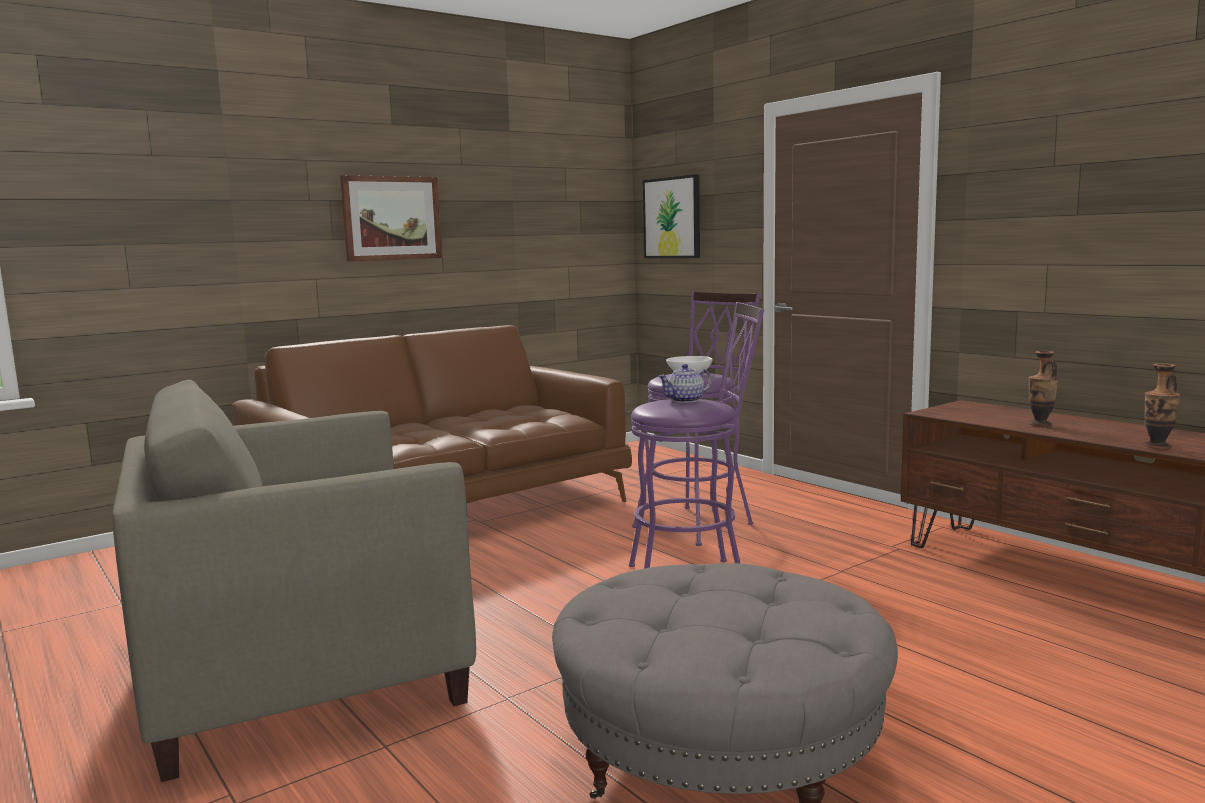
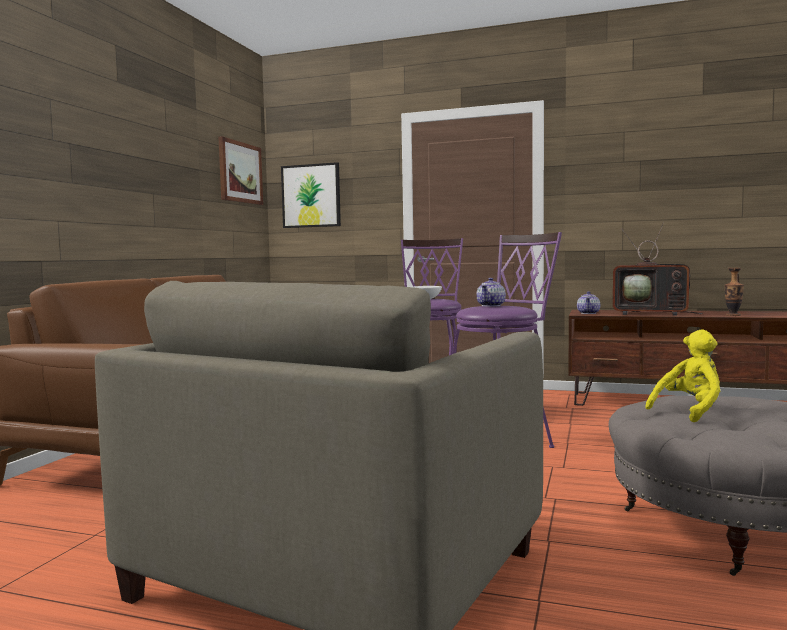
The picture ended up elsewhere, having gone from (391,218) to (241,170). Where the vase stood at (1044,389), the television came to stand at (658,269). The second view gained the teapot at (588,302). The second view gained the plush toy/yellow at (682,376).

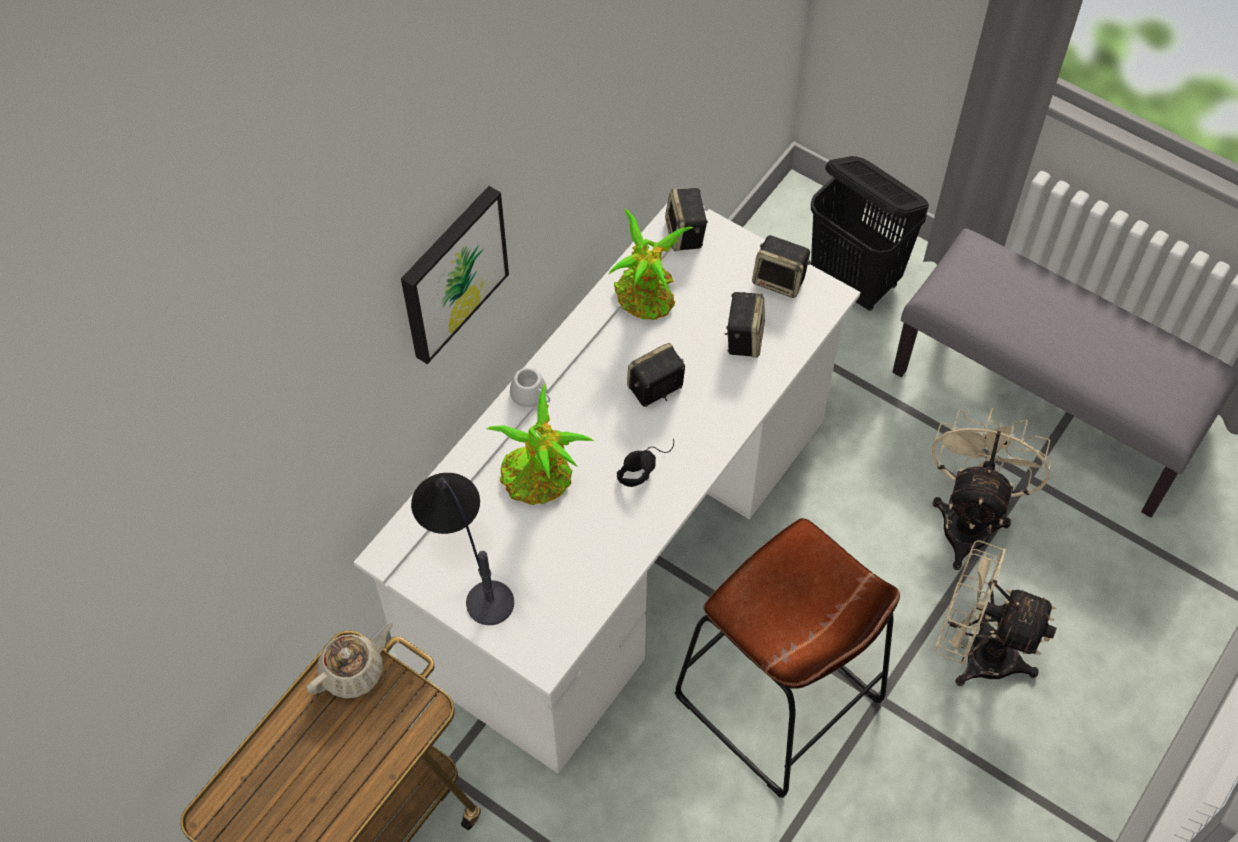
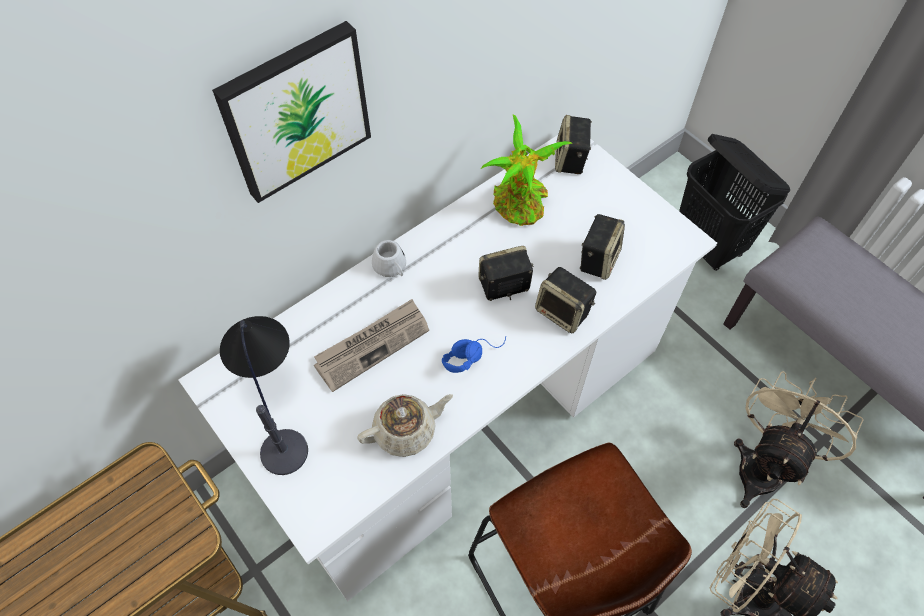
The teapot/beige ended up elsewhere, having gone from (349,661) to (405,425). Where the potted plant stood at (540,444), the newspaper came to stand at (371,345). What was the headphones/black at (645,462) turned into the headphones/blue at (474,354). The speaker ended up elsewhere, having gone from (781,266) to (565,300).

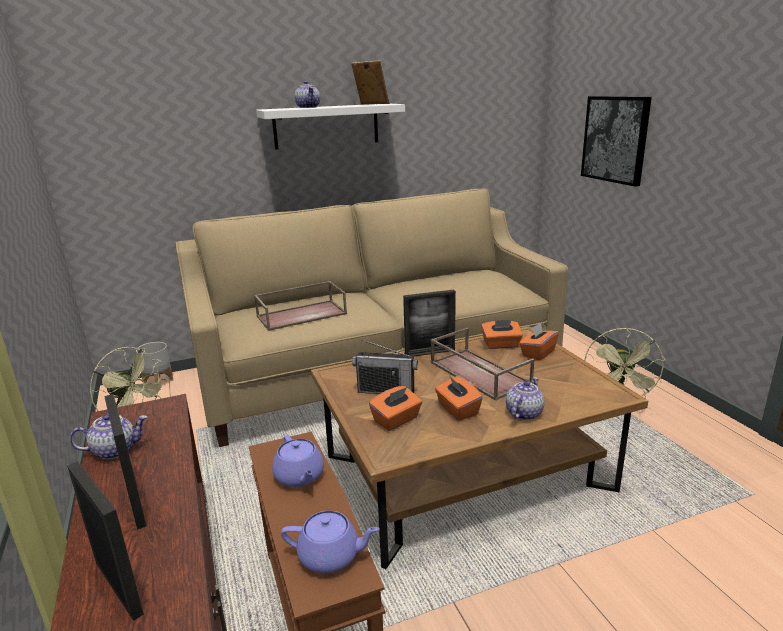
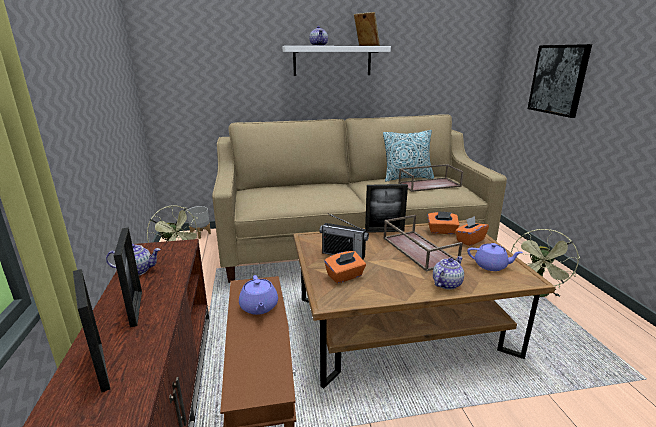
The tray/brown ended up elsewhere, having gone from (300,306) to (431,178). The teapot/purple ended up elsewhere, having gone from (330,542) to (495,257). The second view lost the tissue box/orange at (459,398). The second view gained the pillow at (408,156).

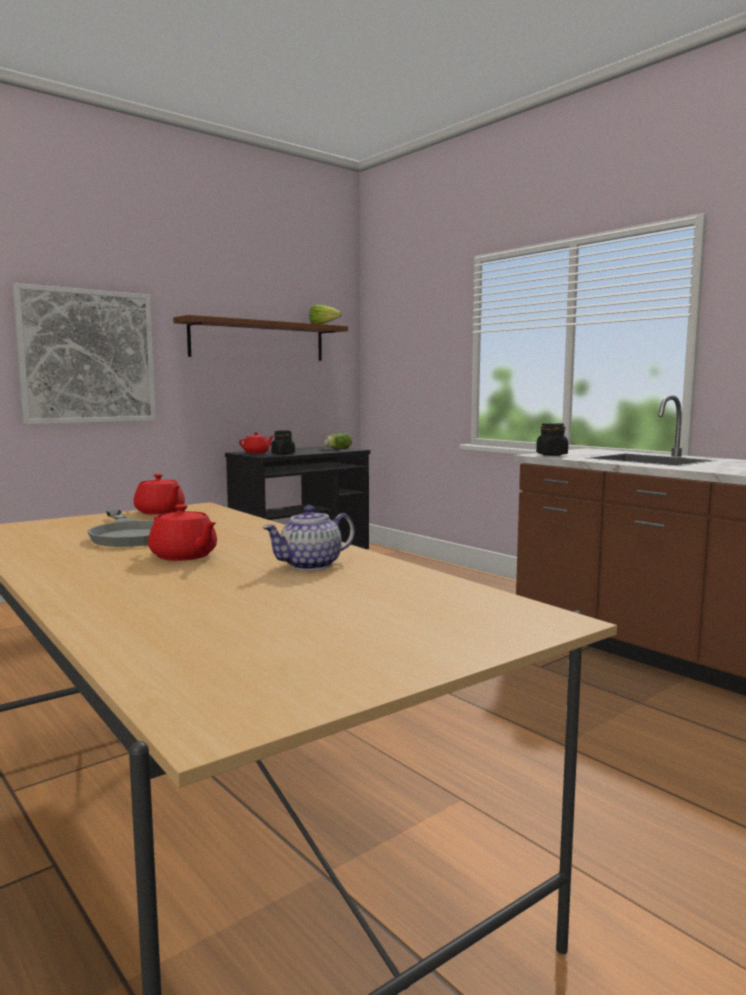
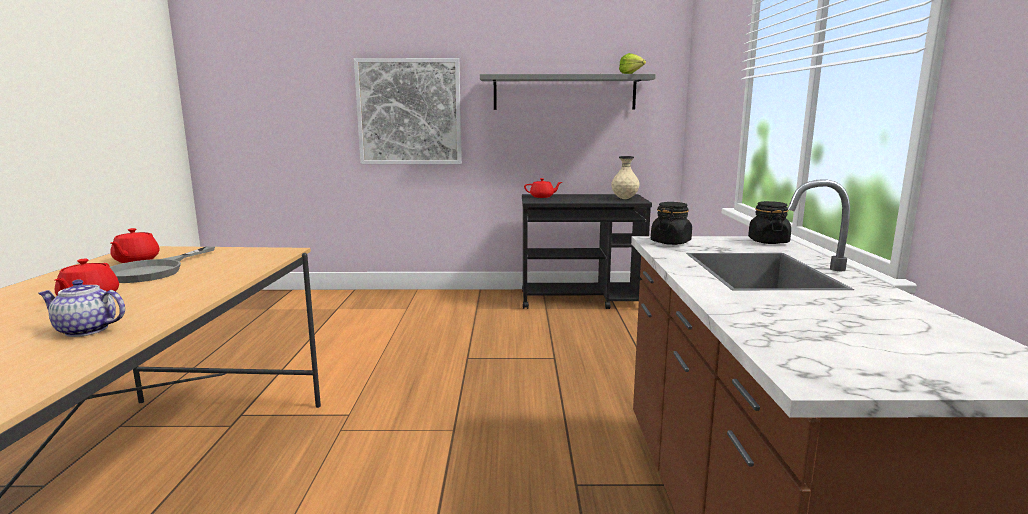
The teapot/red ended up elsewhere, having gone from (159,494) to (135,245). What was the shelf/brown at (260,338) turned into the shelf/grey at (568,92). The jar/black ended up elsewhere, having gone from (283,442) to (769,222). Where the lettuce stood at (338,441), the vase/beige came to stand at (625,177).

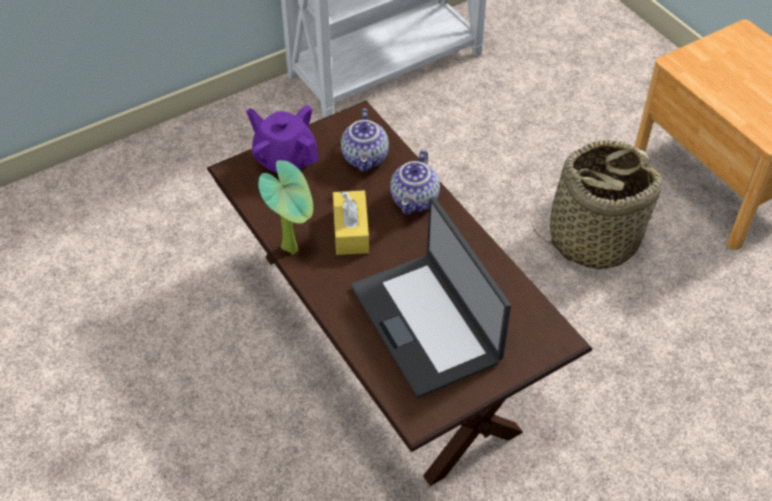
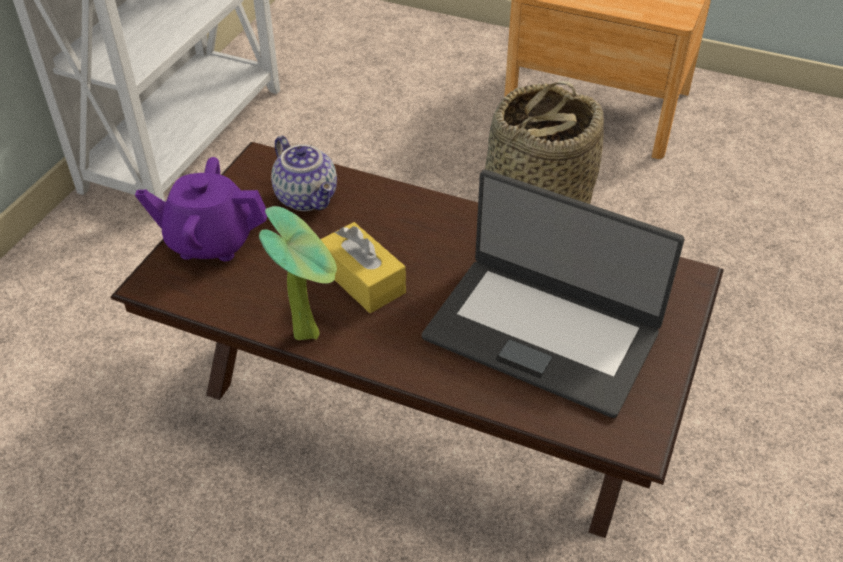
The second view lost the teapot at (415,182).

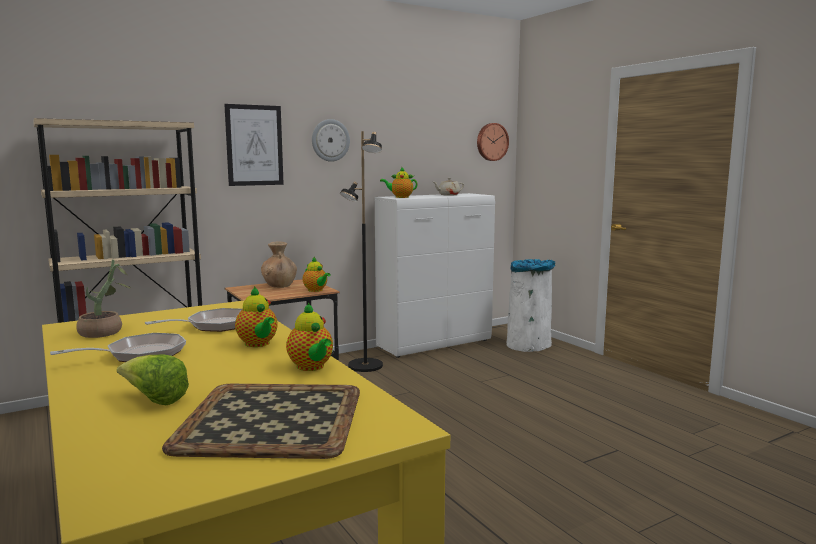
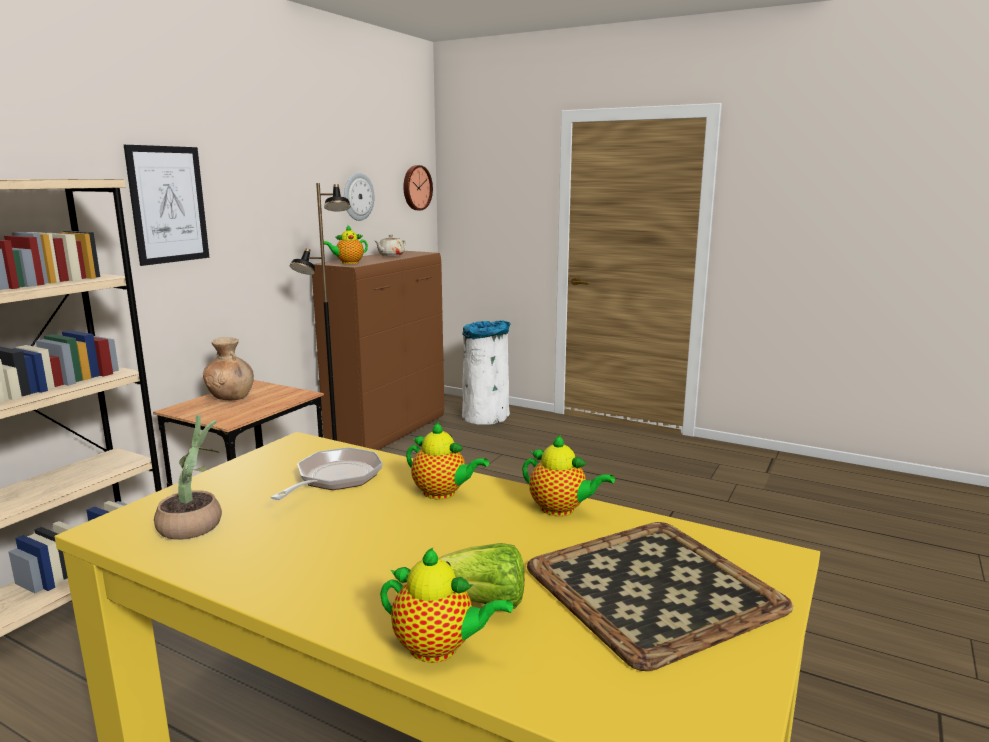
The second view lost the frying pan at (118,347). The teapot ended up elsewhere, having gone from (317,274) to (446,605). The wall clock ended up elsewhere, having gone from (331,140) to (359,197). What was the cabinet/white at (435,275) turned into the cabinet/brown at (378,350).

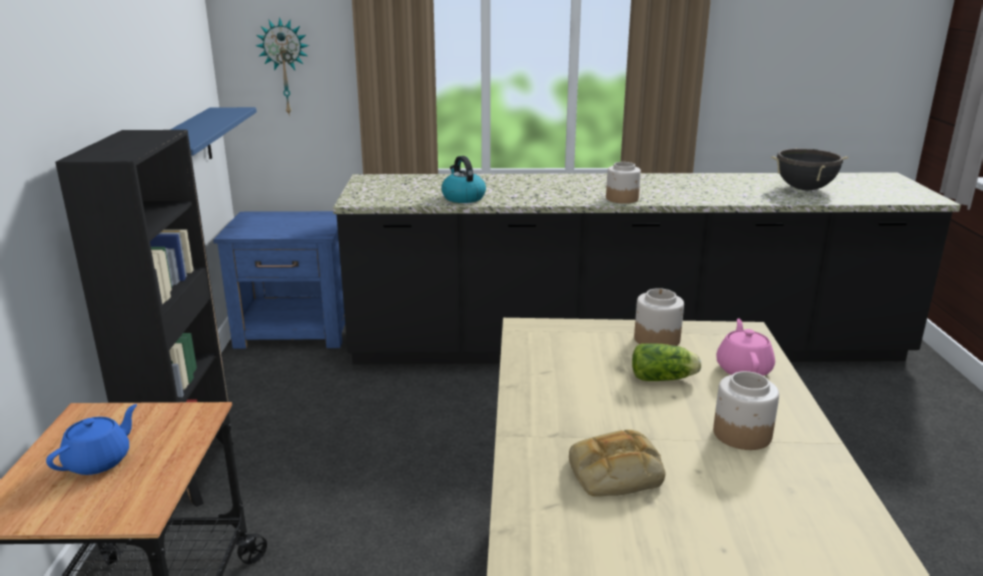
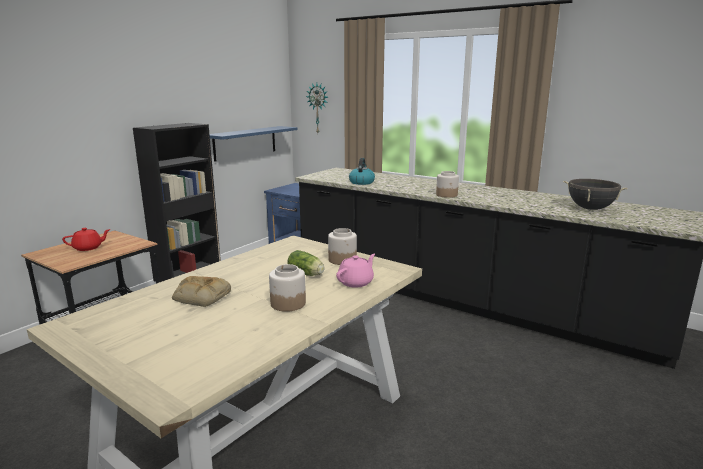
What was the teapot/blue at (91,439) turned into the teapot/red at (86,239).

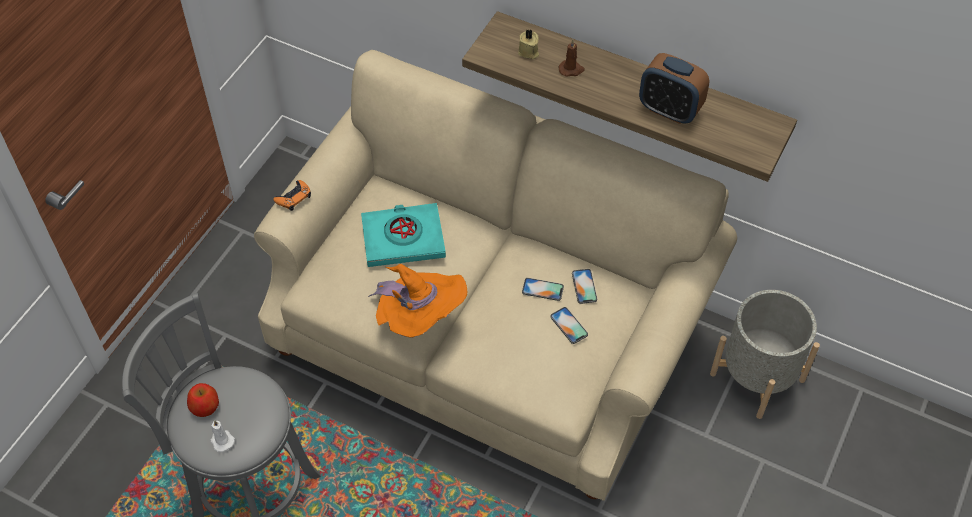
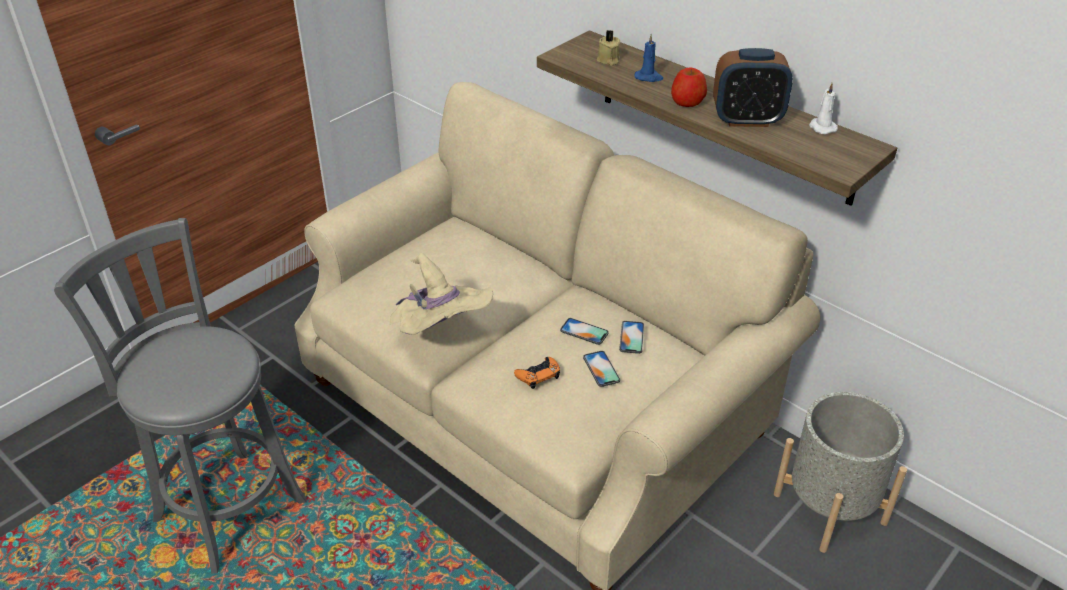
The apple ended up elsewhere, having gone from (203,400) to (689,87). The candle/white ended up elsewhere, having gone from (222,436) to (823,108). The game controller/orange ended up elsewhere, having gone from (292,195) to (537,373). The second view lost the book/turquoise at (403,235). What was the hat/orange at (417,301) turned into the hat/beige at (441,294). What was the candle/brown at (572,58) turned into the candle/blue at (649,58). The alarm clock at (674,88) ended up facing another way, 45 degrees counterclockwise from before.

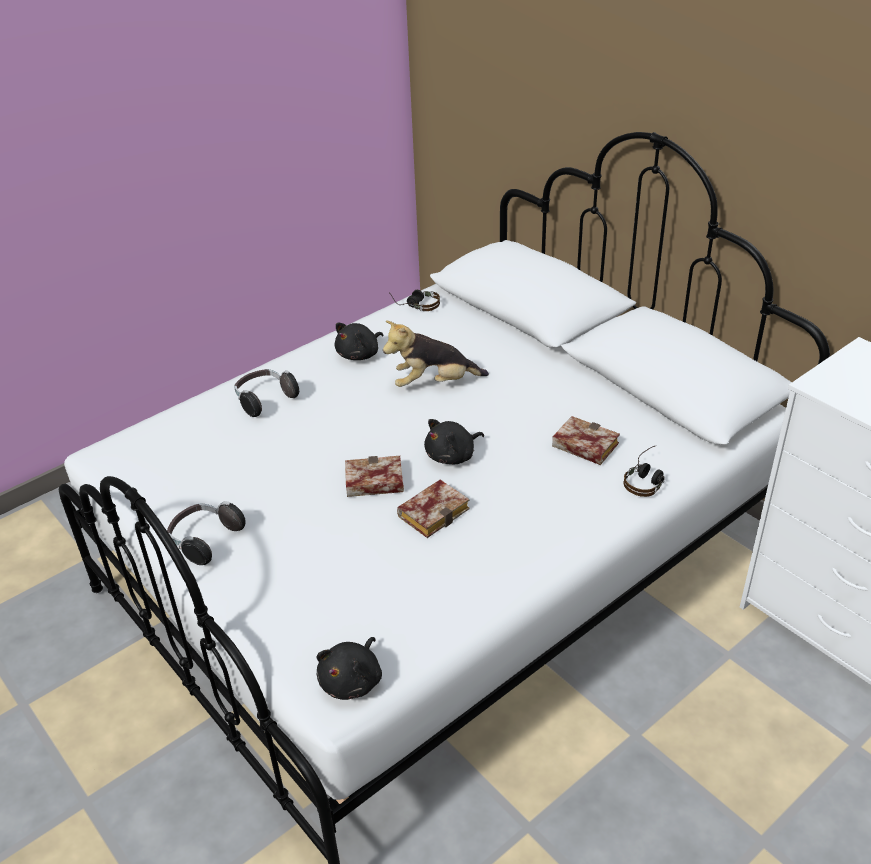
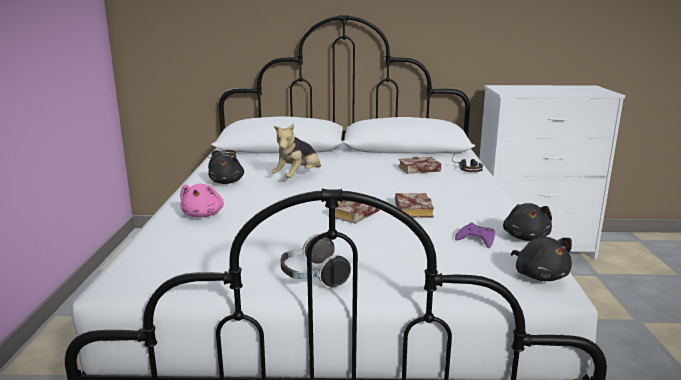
Where the headphones stood at (266,393), the plush toy/pink came to stand at (202,201). The plush toy/black ended up elsewhere, having gone from (454,441) to (527,222). The second view gained the game controller/purple at (475,235).

